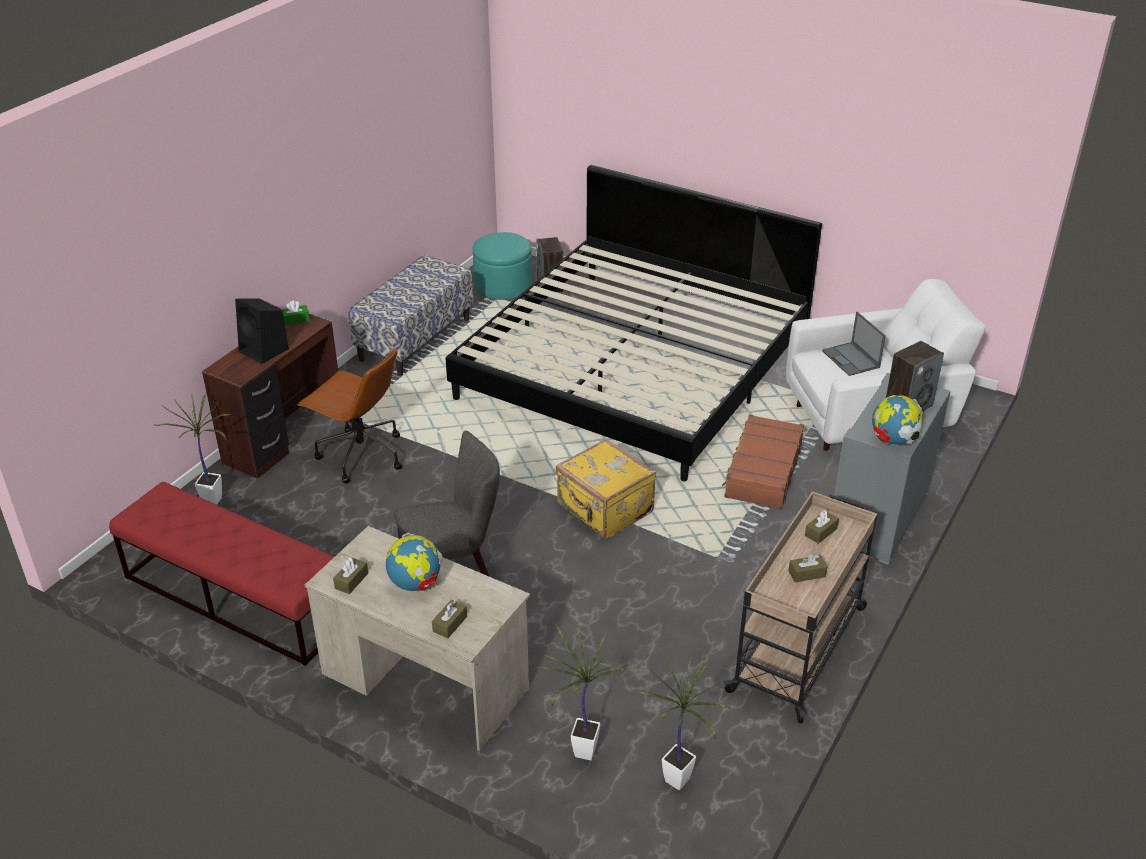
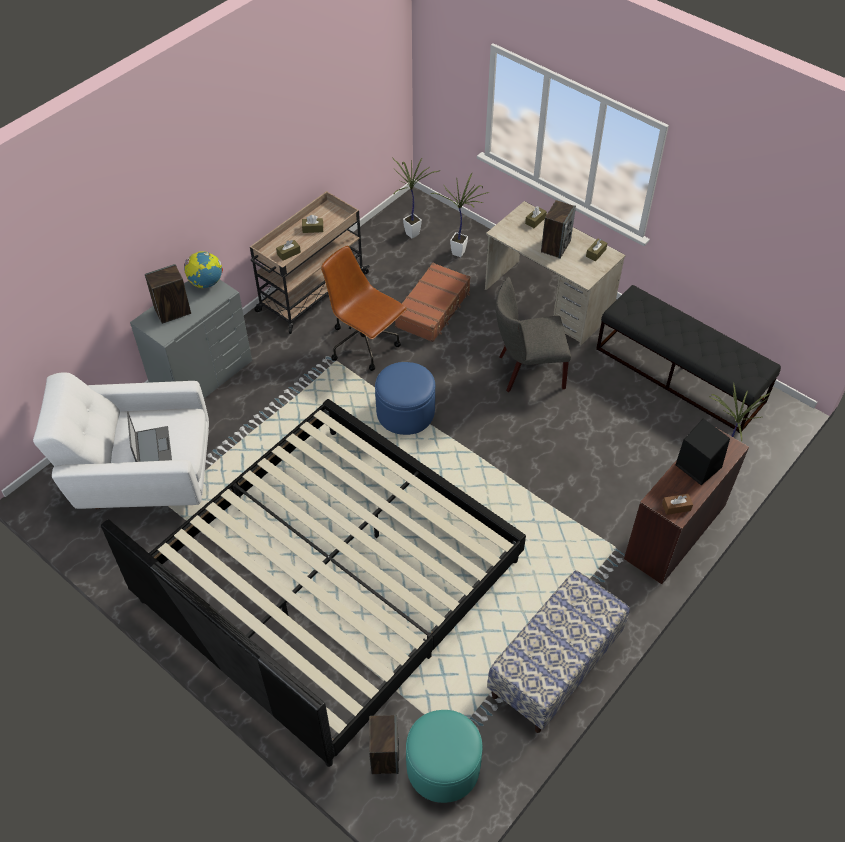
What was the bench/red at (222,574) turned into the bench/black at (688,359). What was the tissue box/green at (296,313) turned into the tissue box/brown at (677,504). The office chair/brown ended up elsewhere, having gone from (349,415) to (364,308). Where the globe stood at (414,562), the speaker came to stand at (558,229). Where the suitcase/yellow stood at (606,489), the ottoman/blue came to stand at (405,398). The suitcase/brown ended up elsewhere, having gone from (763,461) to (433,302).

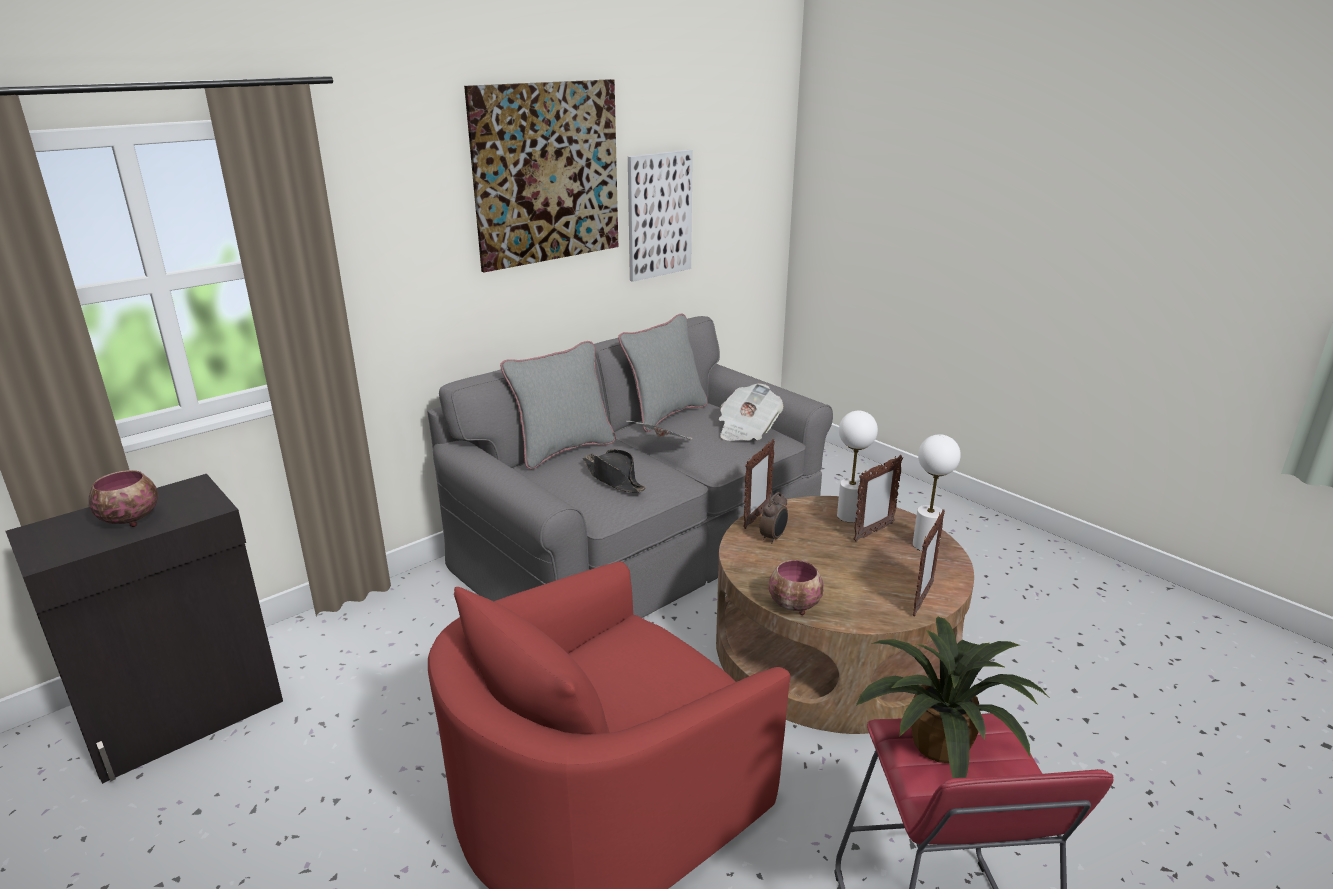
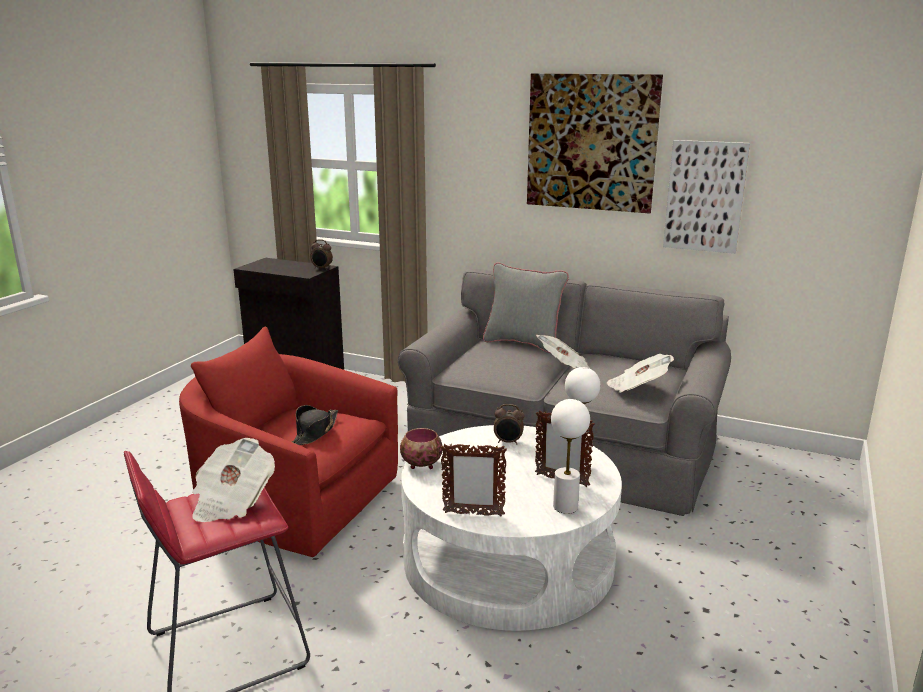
The second view lost the bowl at (123,498). The hat/black ended up elsewhere, having gone from (614,471) to (314,425). The second view lost the pillow/grey at (663,373). What was the coffee table/brown at (845,615) turned into the coffee table/white at (511,528). The second view lost the picture frame at (759,484). Where the potted plant stood at (952,697), the newspaper came to stand at (233,480). The second view gained the alarm clock at (321,254).

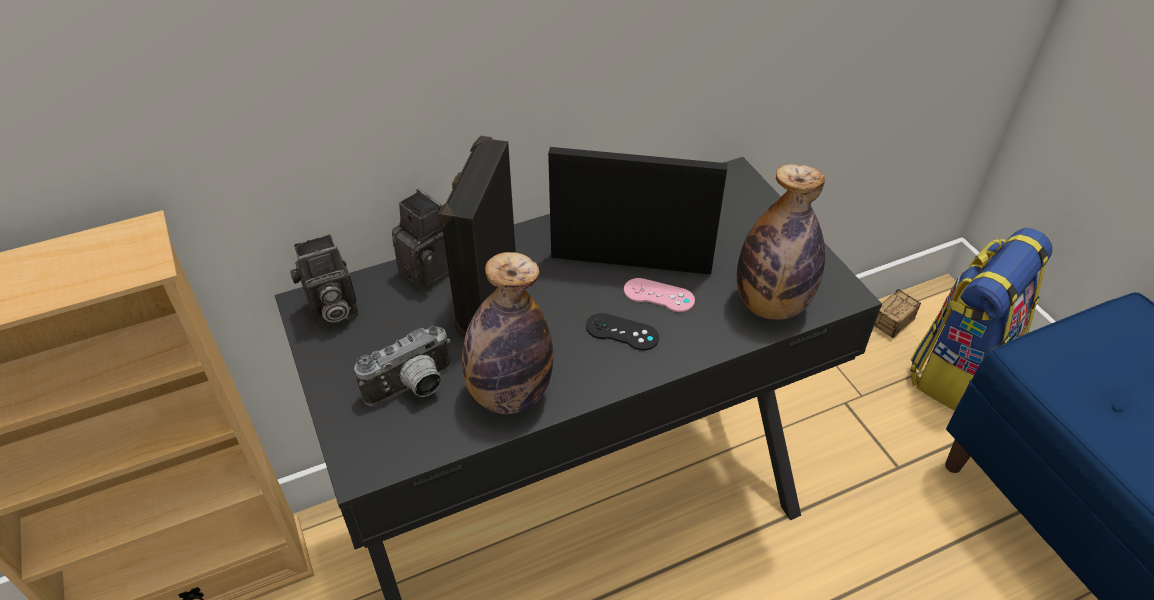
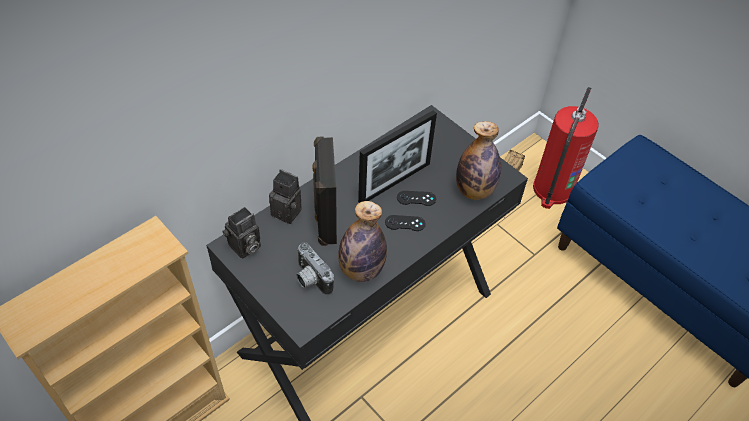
The photo camera at (402,366) ended up facing another way, 105 degrees clockwise from before. The picture frame at (638,210) ended up facing another way, 150 degrees clockwise from before. What was the game controller/pink at (659,295) turned into the game controller/black at (416,198). Where the backpack stood at (981,319), the fire extinguisher came to stand at (566,148).

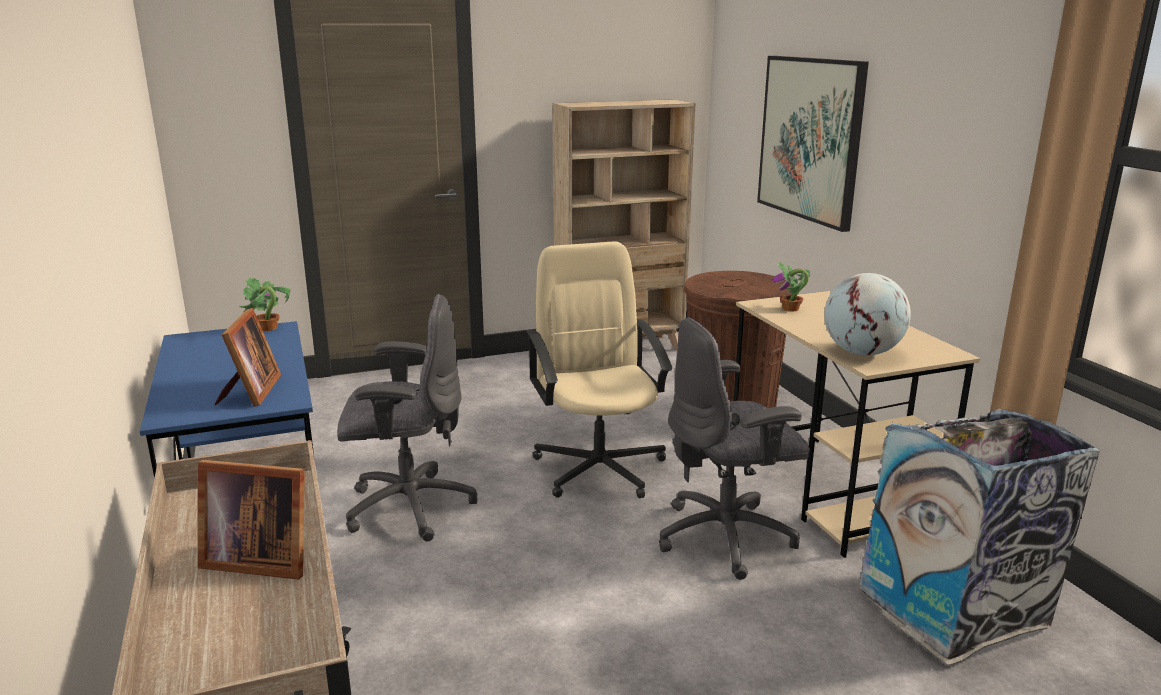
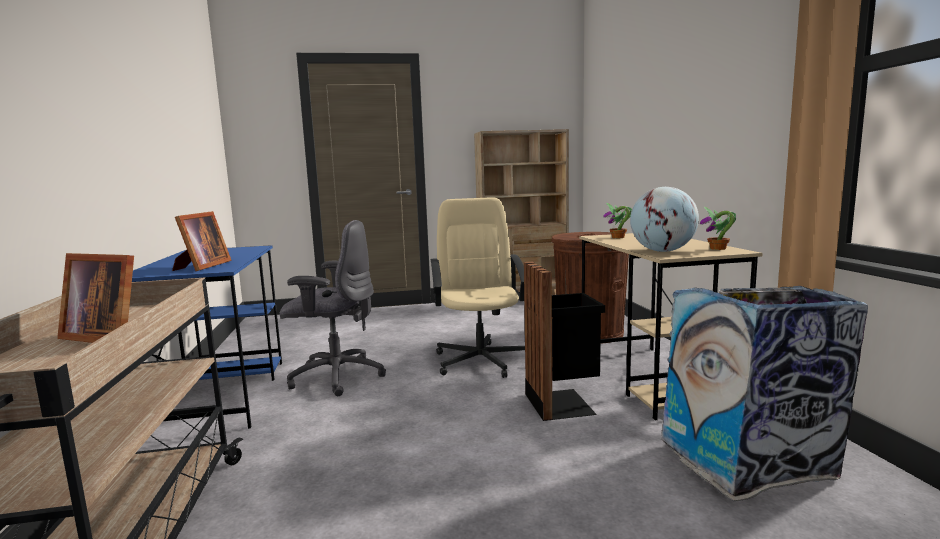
The potted plant ended up elsewhere, having gone from (264,304) to (718,228). Where the office chair/grey stood at (734,449), the trash can/black came to stand at (564,341). The second view lost the picture at (813,144).

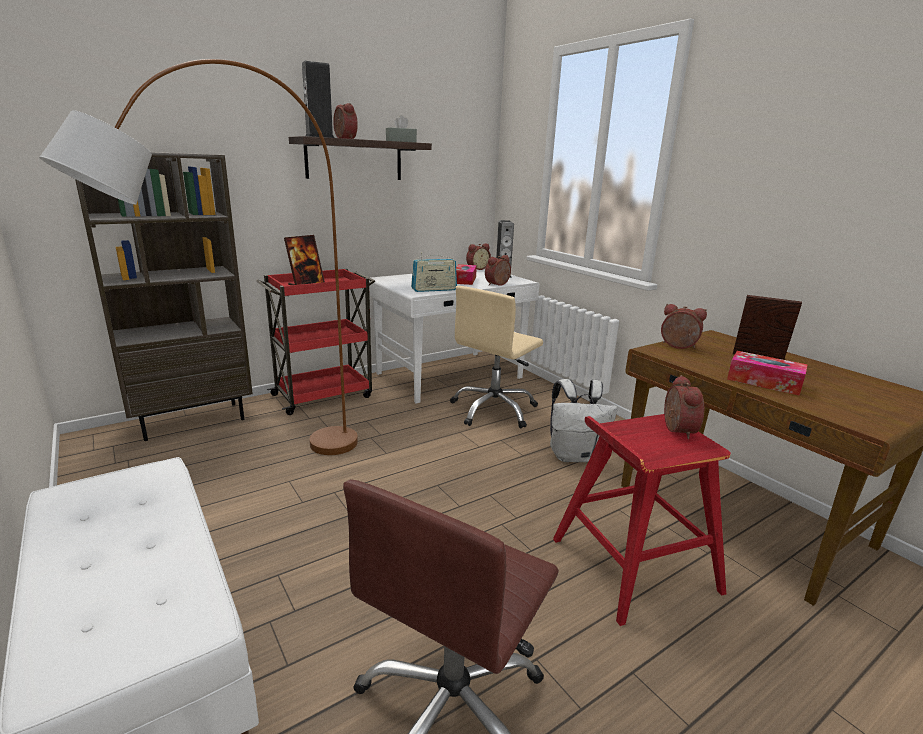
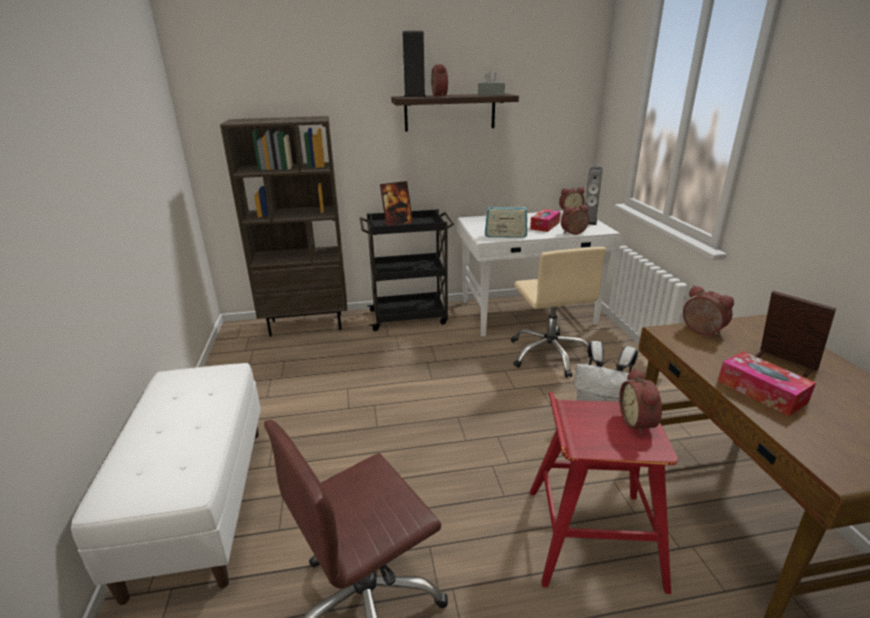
The second view lost the floor lamp/brown at (198,257). What was the cart/red at (315,342) turned into the cart/black at (407,270). The office chair/beige at (496,357) ended up facing another way, 75 degrees counterclockwise from before. The alarm clock at (684,407) ended up facing another way, 150 degrees clockwise from before.

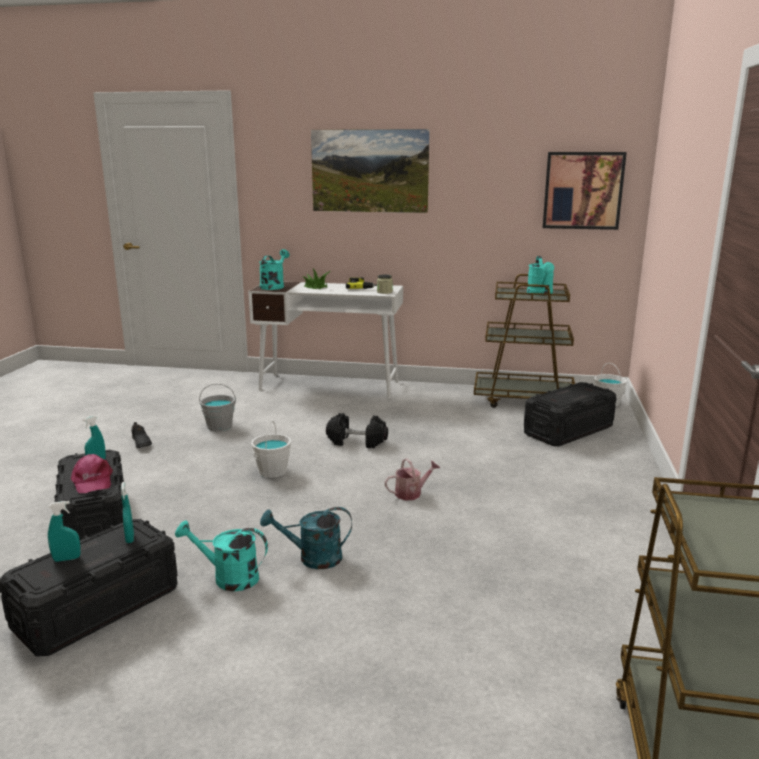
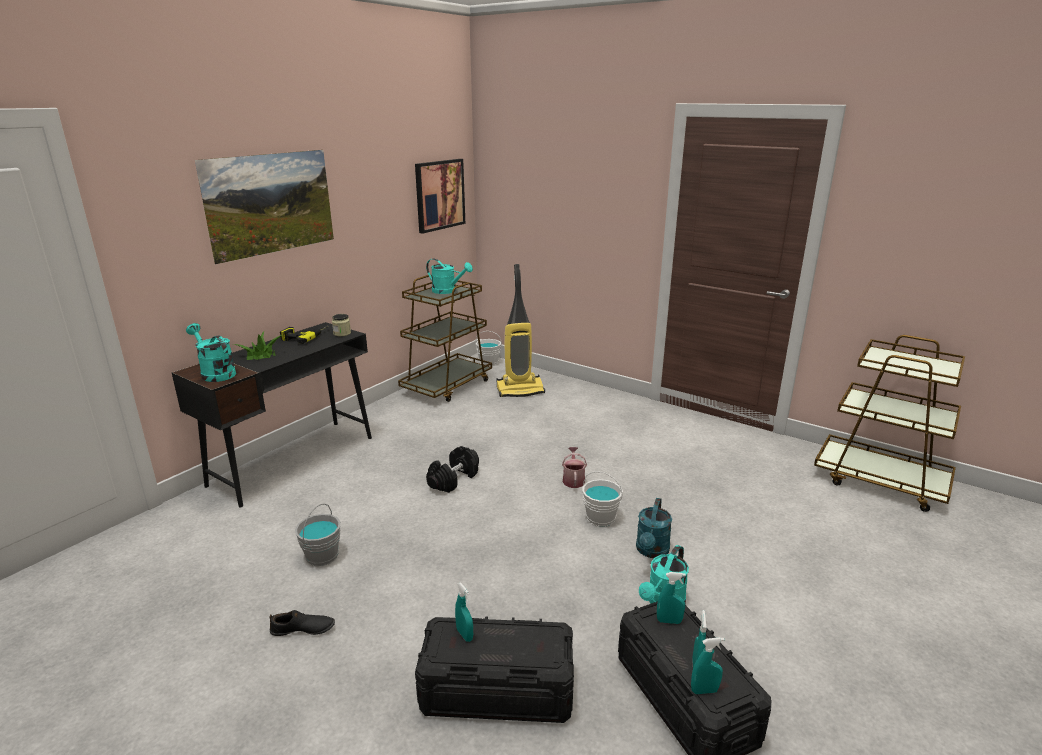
The second view lost the cap/pink at (92,473). What was the desk/white at (325,340) turned into the desk/black at (272,415). The bucket/white ended up elsewhere, having gone from (271,449) to (602,498). Where the storage box/black stood at (570,414), the vacuum cleaner came to stand at (521,330). The second view gained the spray bottle/turquoise at (708,665).

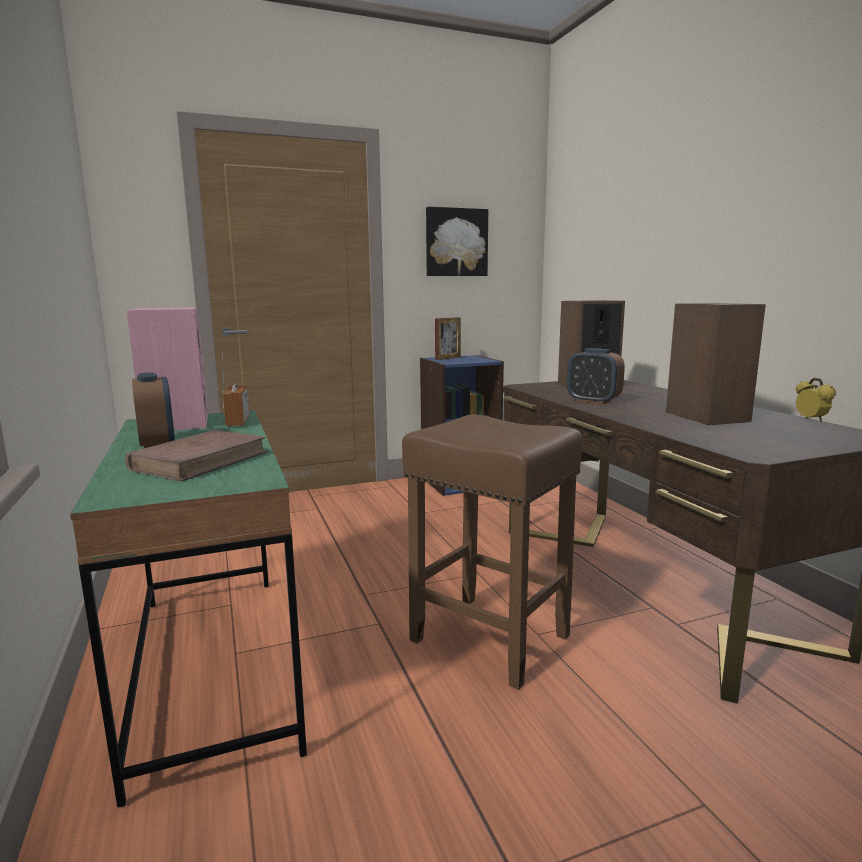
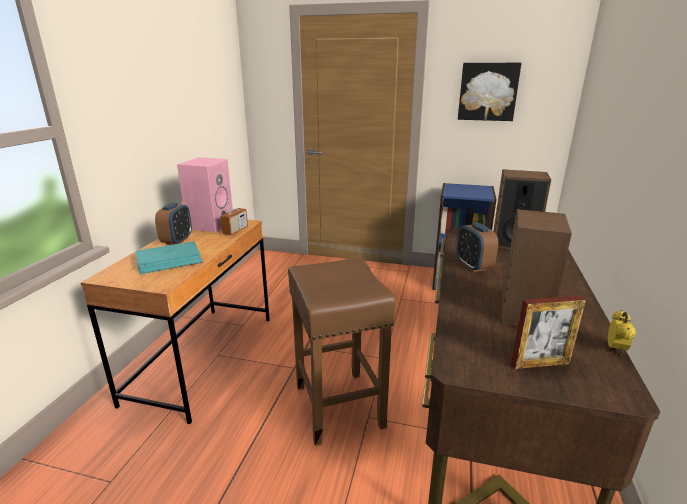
What was the desk/green at (188,608) turned into the desk/brown at (175,322). What was the book/brown at (197,456) turned into the book/turquoise at (169,258). The picture frame ended up elsewhere, having gone from (448,338) to (548,332).

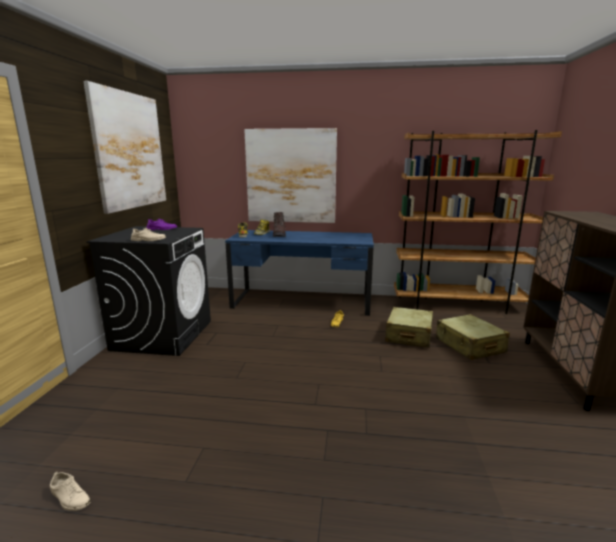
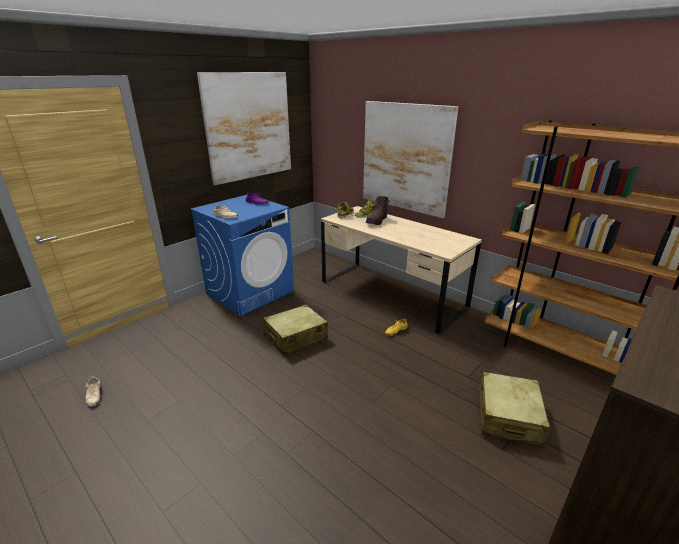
What was the washing machine/black at (148,291) turned into the washing machine/blue at (242,255). What was the desk/blue at (299,273) turned into the desk/beige at (401,270). The suitcase/beige ended up elsewhere, having gone from (409,327) to (295,330).

